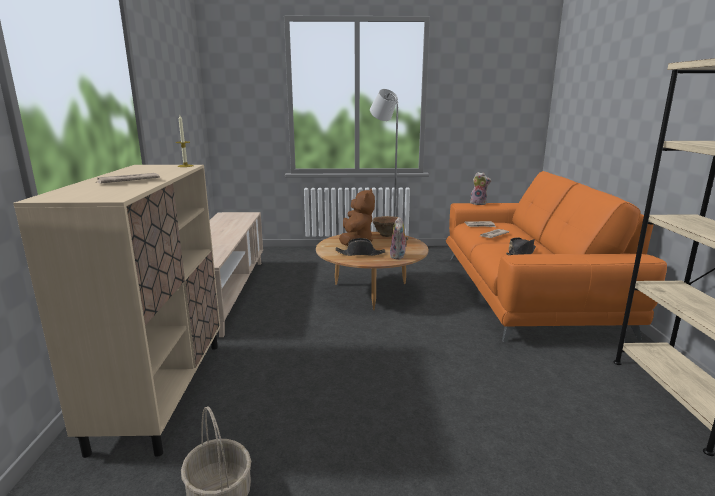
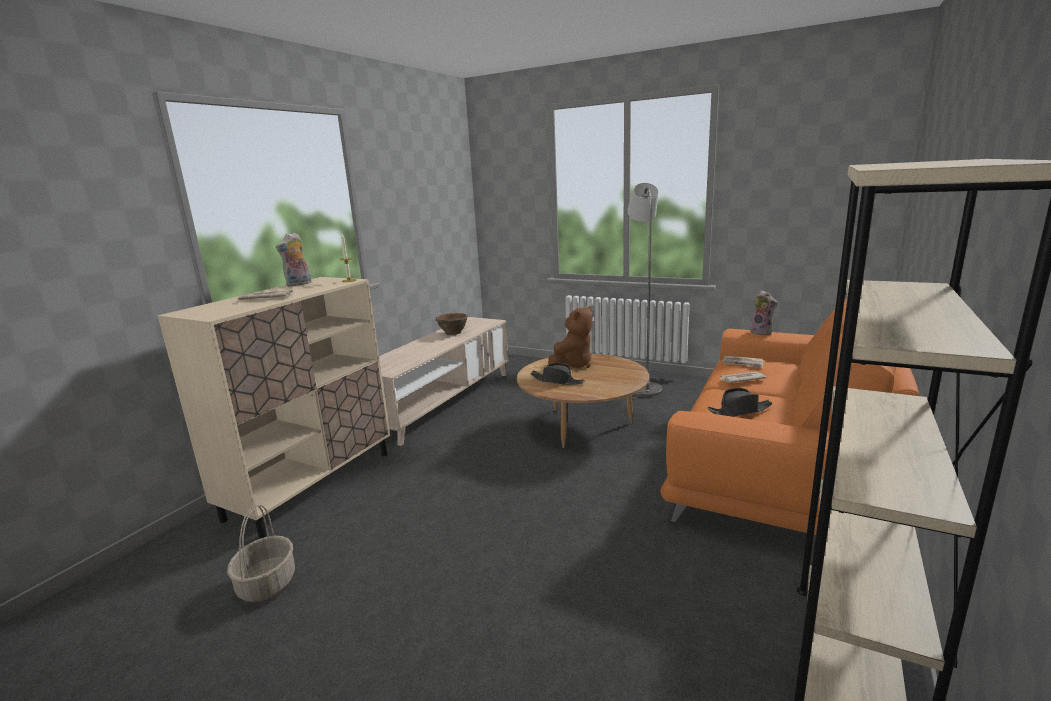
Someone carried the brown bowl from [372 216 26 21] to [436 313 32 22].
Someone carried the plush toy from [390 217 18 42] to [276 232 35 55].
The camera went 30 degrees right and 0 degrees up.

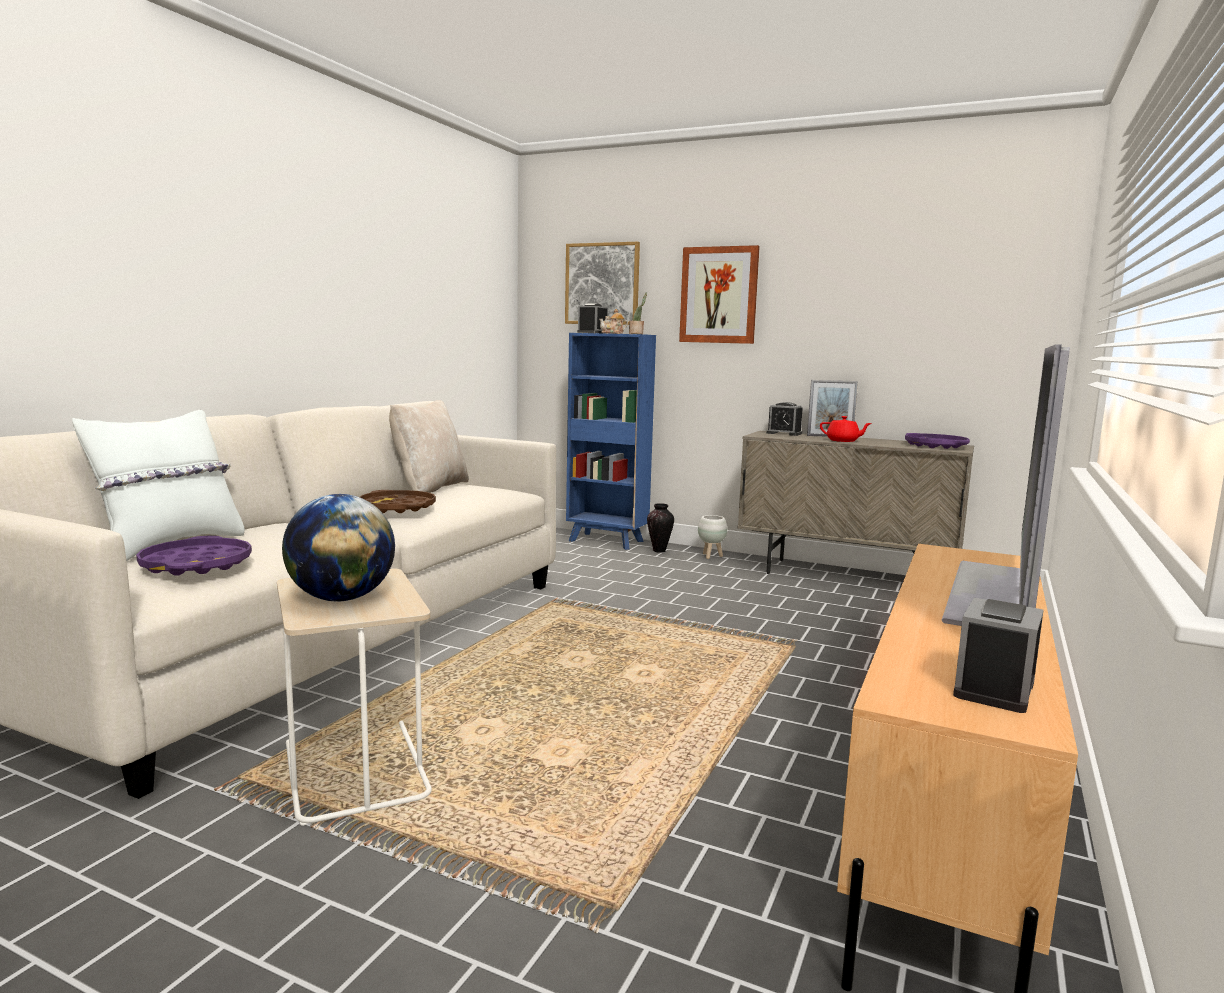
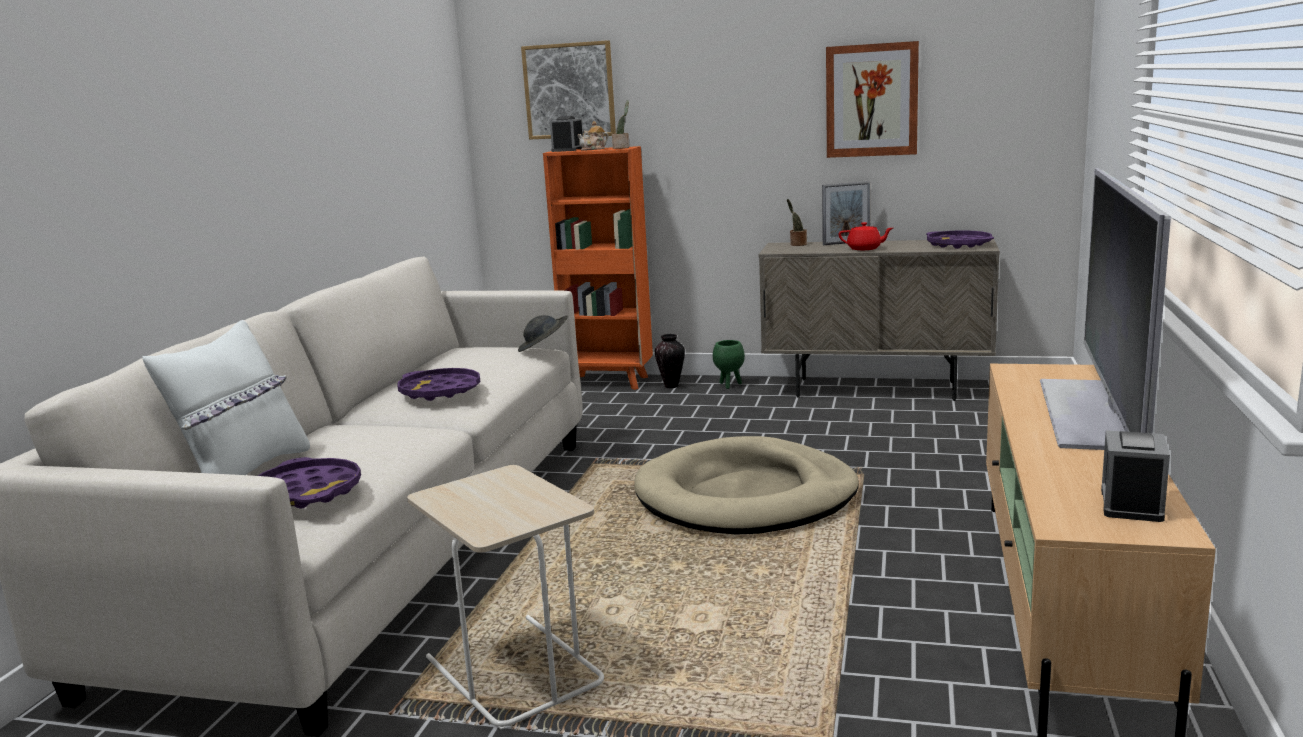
Someone carried the picture from [679 245 81 99] to [826 41 93 117].
Someone repainted the blue bookcase at [566 333 90 217], which became the orange bookcase at [543 146 110 244].
Someone took away the beige pillow at [389 400 80 93].
Someone swapped the alarm clock at [766 402 37 34] for the potted plant at [787 199 20 47].
Someone repainted the brown tray at [360 490 76 23], which became the purple tray at [397 368 84 33].
Someone took away the globe at [282 494 113 107].
Someone repainted the white planter at [698 515 29 44], which became the green planter at [713 340 32 49].
Someone put down the grey hat at [518 315 50 37].
Someone put down the beige dog bed at [634 436 225 99].
The camera went 10 degrees left and 5 degrees up.

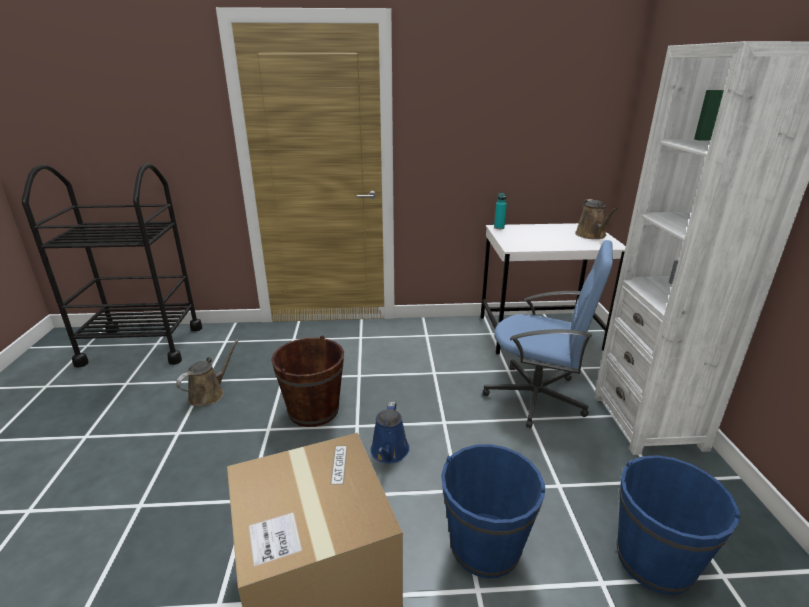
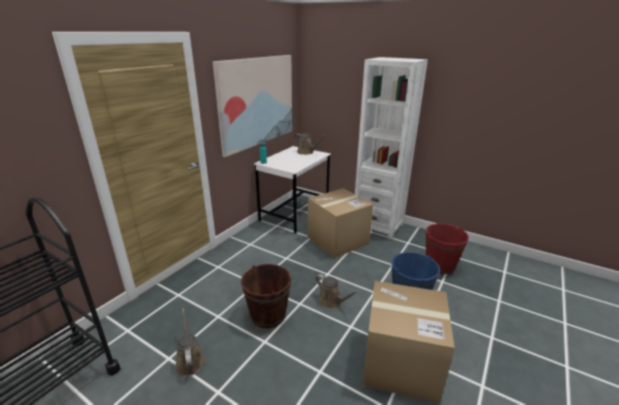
Someone swapped the blue office chair at [483 240 130 188] for the cardboard box at [308 188 65 70].
Someone repainted the blue watering can at [371 402 39 61], which became the brown watering can at [316 274 43 34].
Someone repainted the blue bucket at [617 455 124 140], which became the red bucket at [426 223 43 51].
Someone put up the picture at [213 55 79 102].
The camera went 55 degrees left and 0 degrees up.

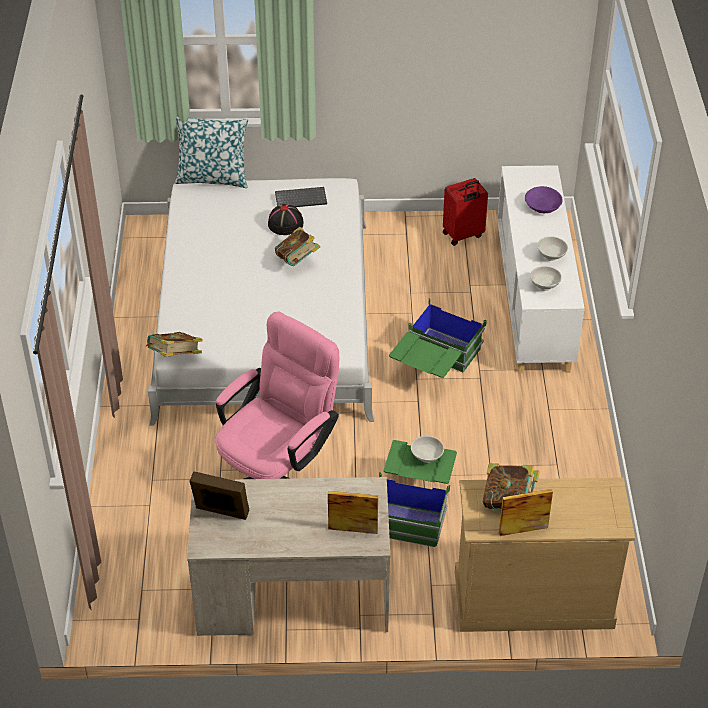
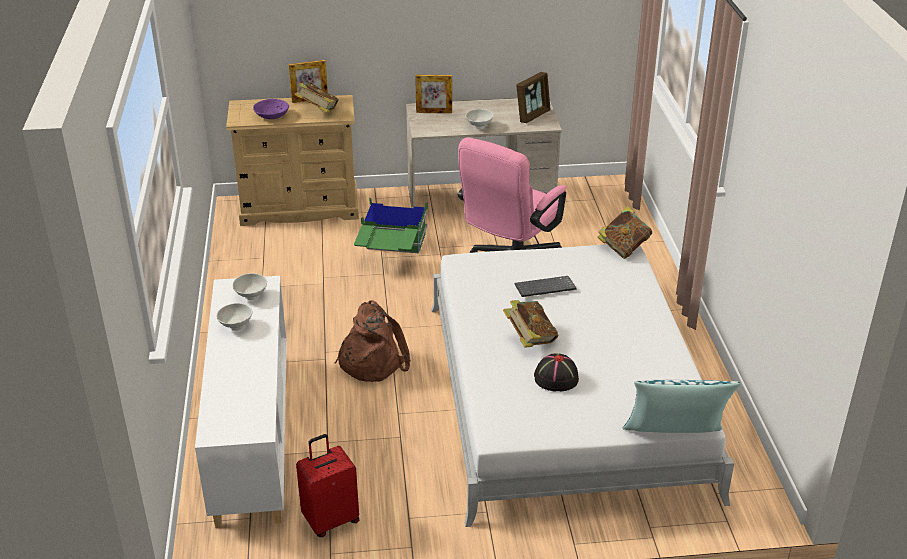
Someone carried the purple bowl from [525 186 38 27] to [253 99 36 20].
Someone carried the keyboard from [275 187 52 20] to [515 276 62 21].
Someone swapped the green storage box at [389 298 98 80] for the brown backpack at [335 300 76 82].
Someone carried the white bowl from [411 436 33 27] to [466 109 28 20].
Someone rotated the picture frame at [189 472 60 48] by 60 degrees counterclockwise.
The camera went 175 degrees right and 10 degrees down.

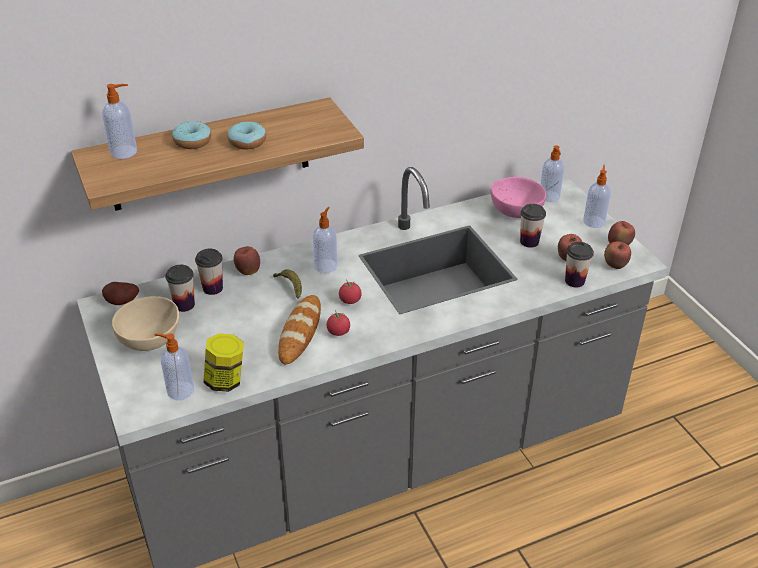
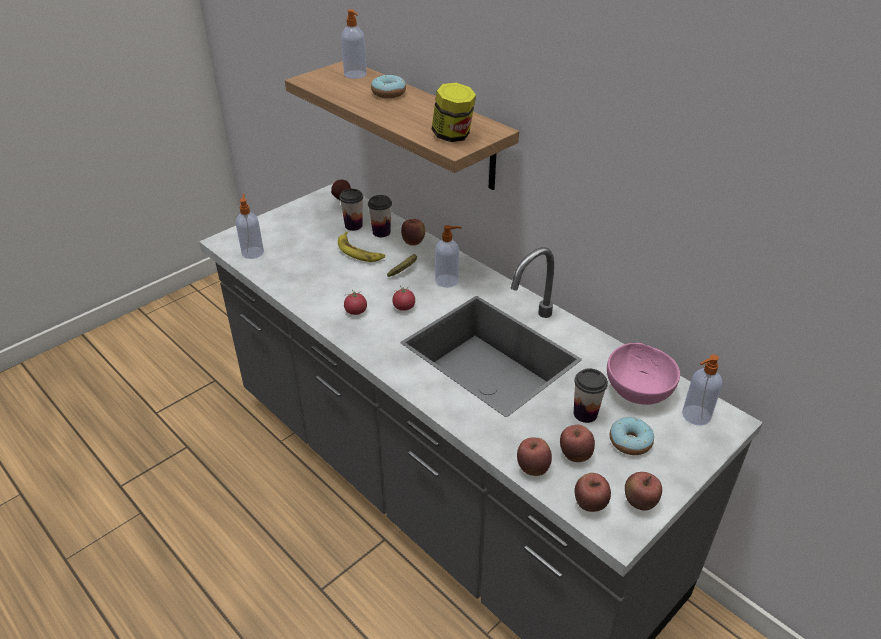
Someone carried the donut from [228 121 38 29] to [610 417 44 38].
Someone took away the soap dispenser at [583 165 28 63].
Someone swapped the cup at [565 242 29 46] for the apple at [517 437 35 39].
Someone took away the bread at [278 295 43 69].
Someone took away the beige bowl at [112 296 67 55].
Someone carried the jar from [203 333 41 59] to [431 83 45 59].
Someone put down the banana at [338 232 47 30].
The camera went 70 degrees right and 0 degrees up.

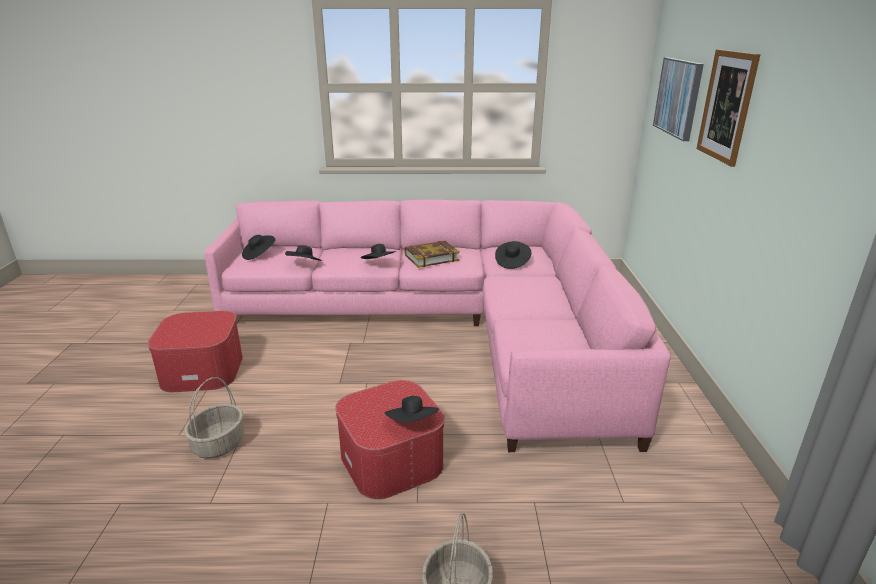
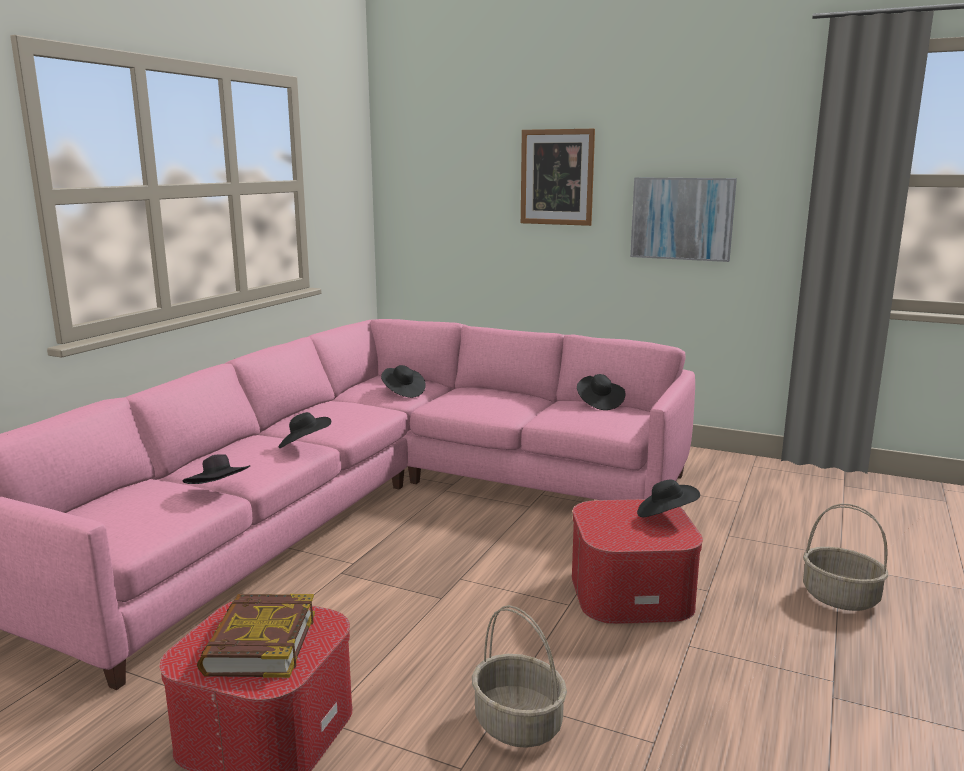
Someone carried the picture from [653 57 51 84] to [630 177 107 85].
Someone carried the black hat from [242 235 34 25] to [577 374 49 36].
Someone carried the book from [404 241 56 27] to [197 594 118 84].
The camera went 65 degrees left and 10 degrees down.

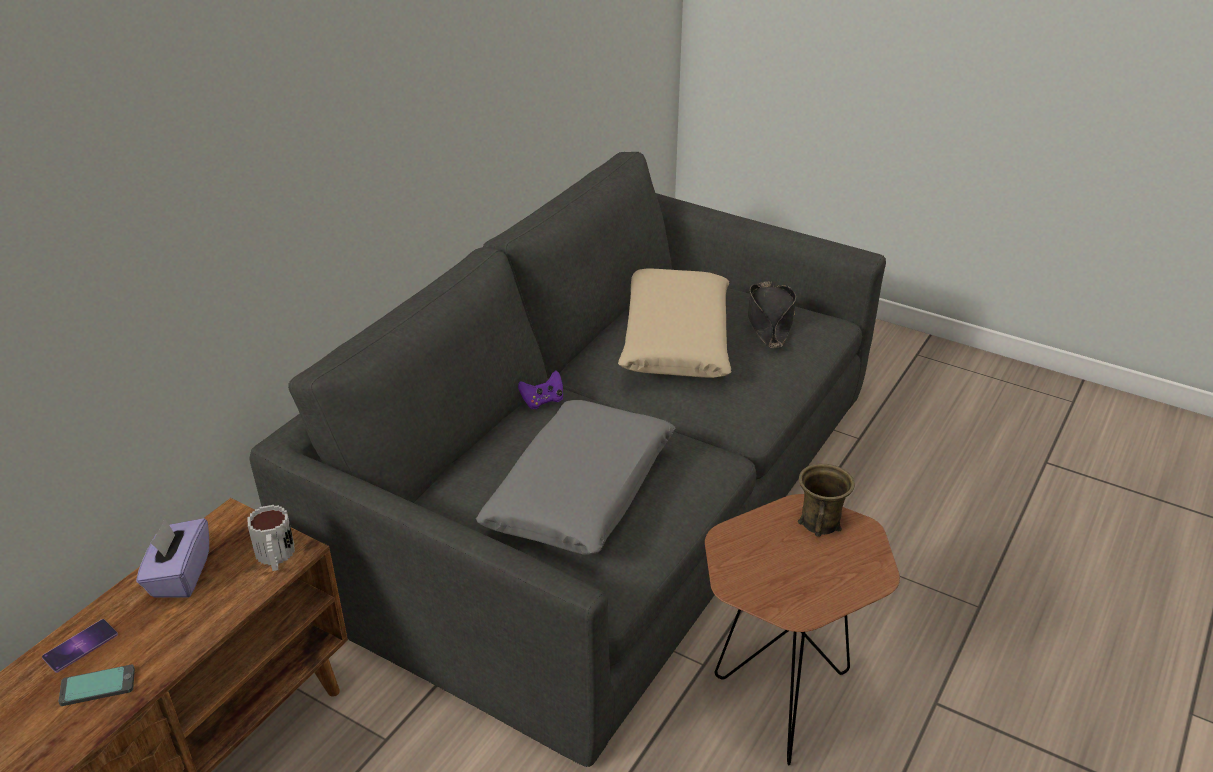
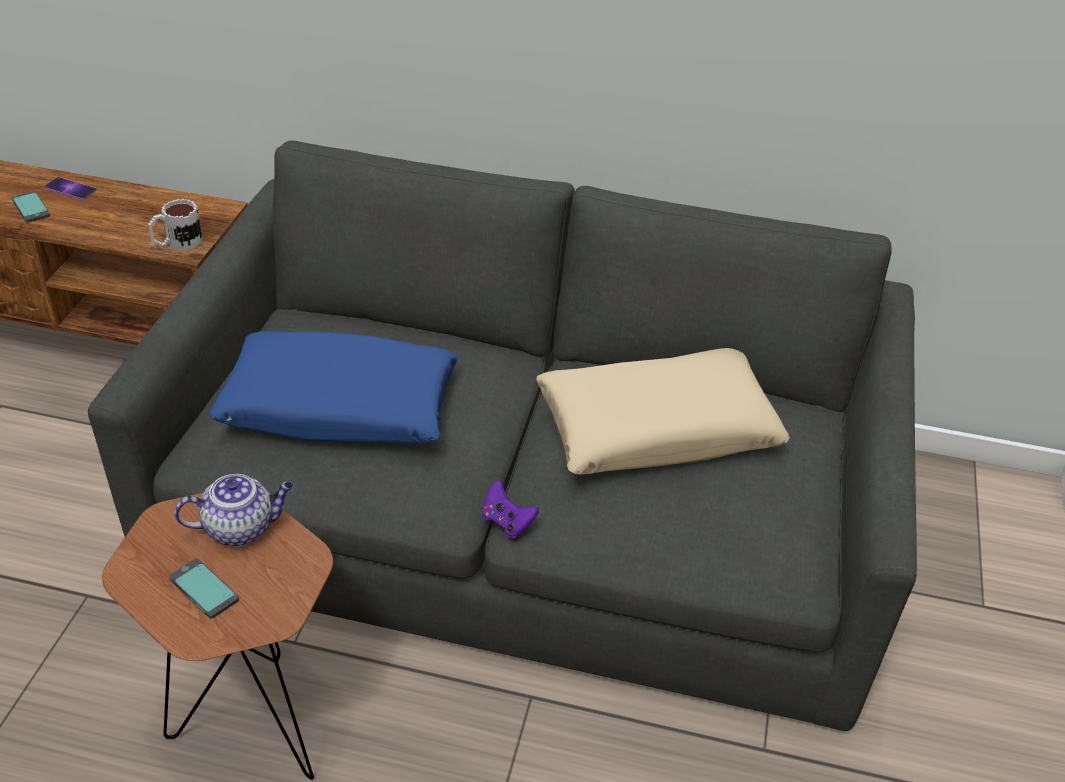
Someone took away the black hat at [748 281 48 67].
Someone carried the purple game controller from [518 371 45 38] to [482 480 57 58].
Someone repainted the grey pillow at [476 400 200 155], which became the blue pillow at [209 331 249 113].
Someone took away the brown mug at [798 464 57 73].
Someone took away the purple tissue box at [136 518 73 80].
Someone put down the teapot at [174 474 119 72].
Someone put down the phone at [169 558 70 61].
The camera went 70 degrees right and 5 degrees up.

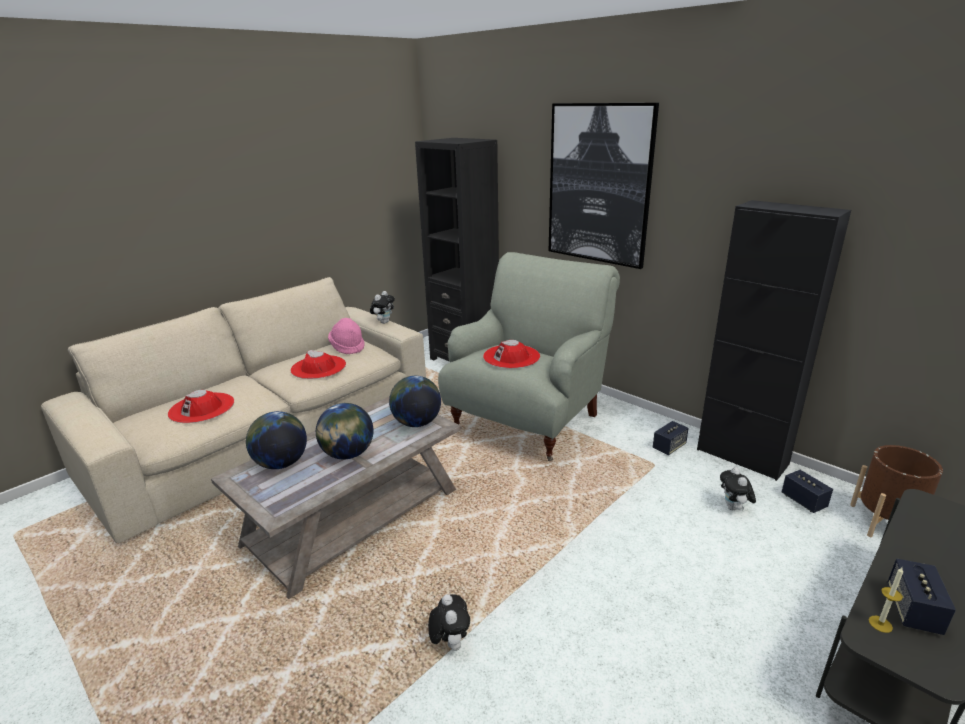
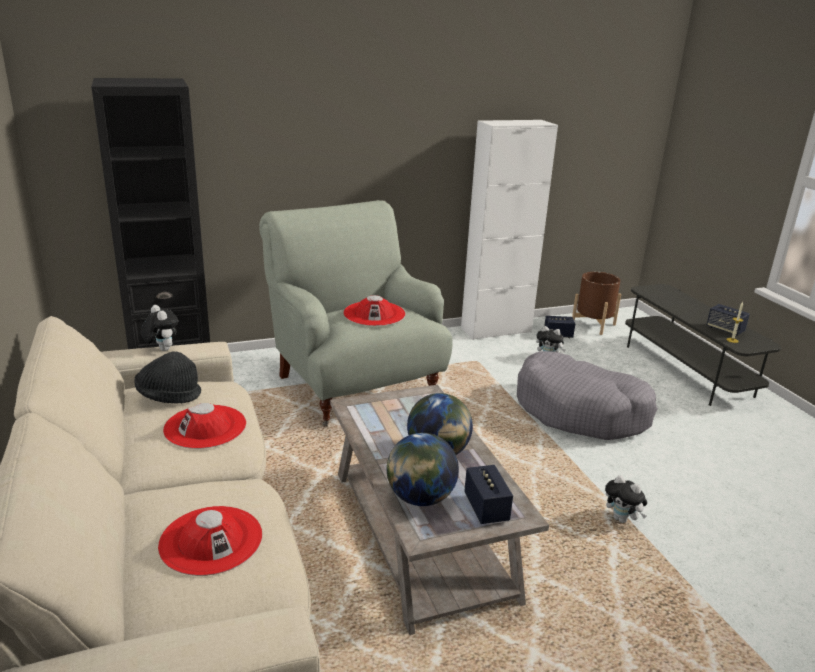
Someone took away the picture at [549 103 110 166].
Someone repainted the black cabinet at [697 200 154 281], which became the white cabinet at [461 120 97 220].
Someone repainted the pink hat at [328 318 37 36], which became the black hat at [134 351 67 52].
Someone took away the globe at [389 376 52 51].
Someone carried the speaker from [653 421 36 34] to [464 465 49 59].
Someone rotated the plush toy at [428 594 42 57] by 150 degrees counterclockwise.
Someone put down the grey dog bed at [517 351 141 89].
The camera went 65 degrees left and 0 degrees up.

